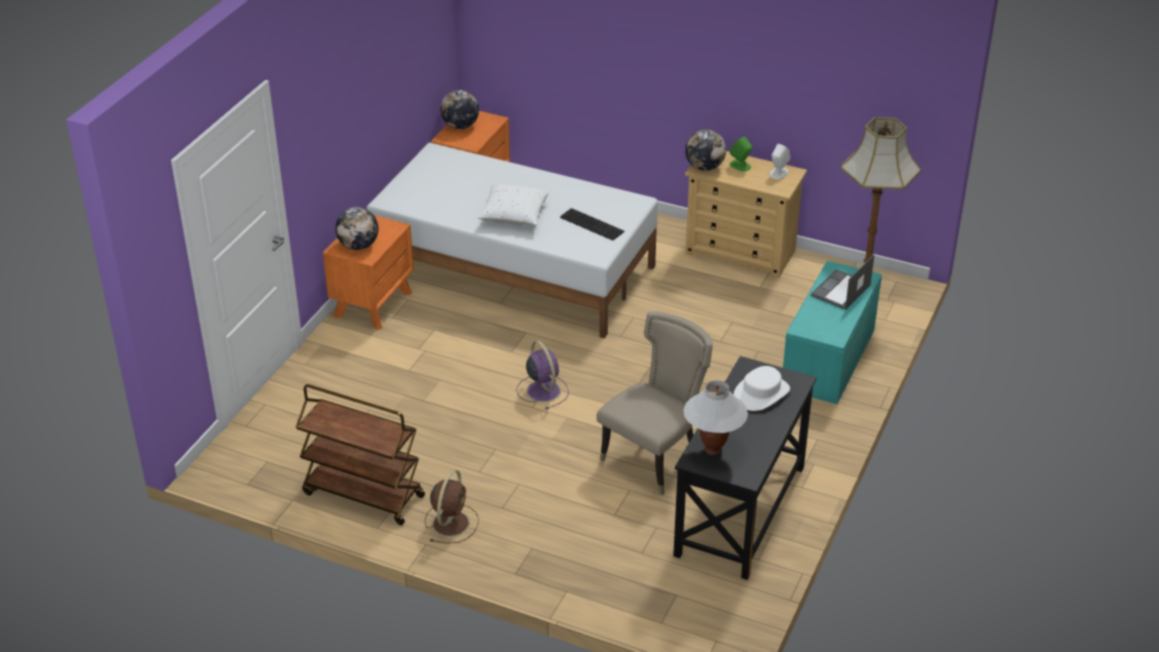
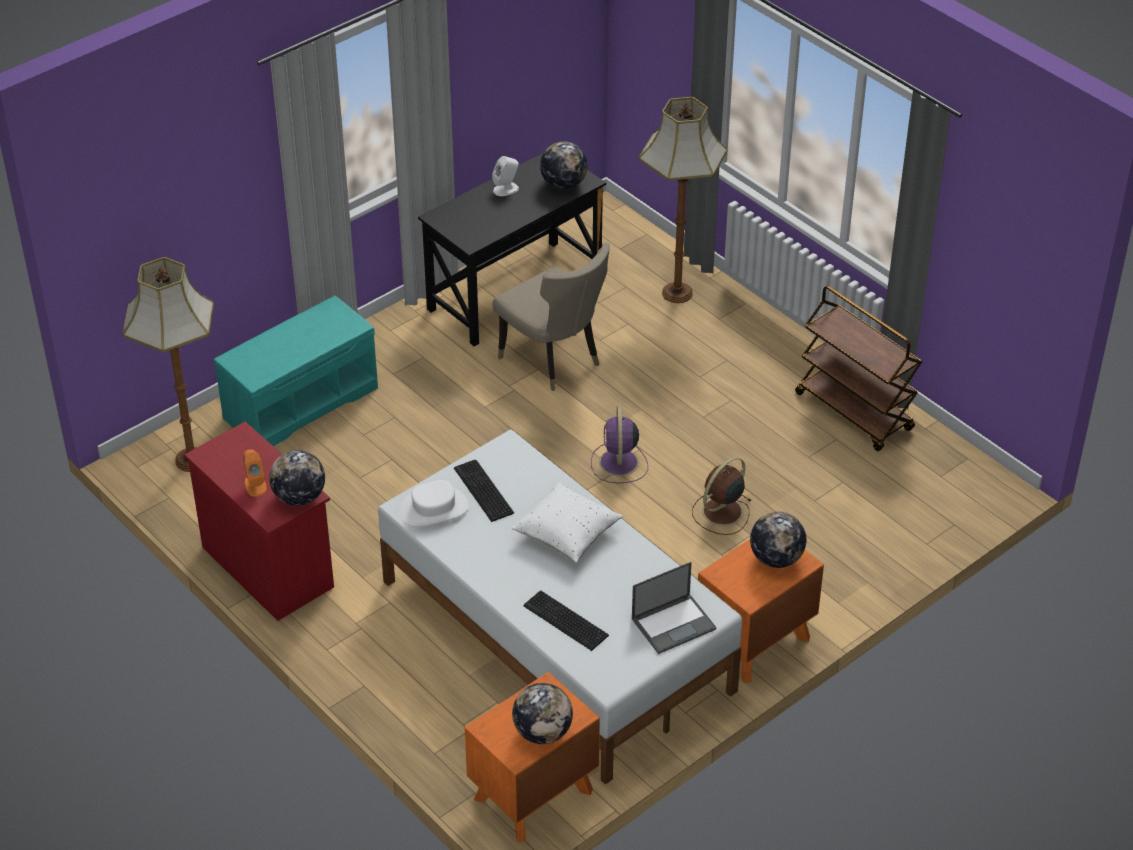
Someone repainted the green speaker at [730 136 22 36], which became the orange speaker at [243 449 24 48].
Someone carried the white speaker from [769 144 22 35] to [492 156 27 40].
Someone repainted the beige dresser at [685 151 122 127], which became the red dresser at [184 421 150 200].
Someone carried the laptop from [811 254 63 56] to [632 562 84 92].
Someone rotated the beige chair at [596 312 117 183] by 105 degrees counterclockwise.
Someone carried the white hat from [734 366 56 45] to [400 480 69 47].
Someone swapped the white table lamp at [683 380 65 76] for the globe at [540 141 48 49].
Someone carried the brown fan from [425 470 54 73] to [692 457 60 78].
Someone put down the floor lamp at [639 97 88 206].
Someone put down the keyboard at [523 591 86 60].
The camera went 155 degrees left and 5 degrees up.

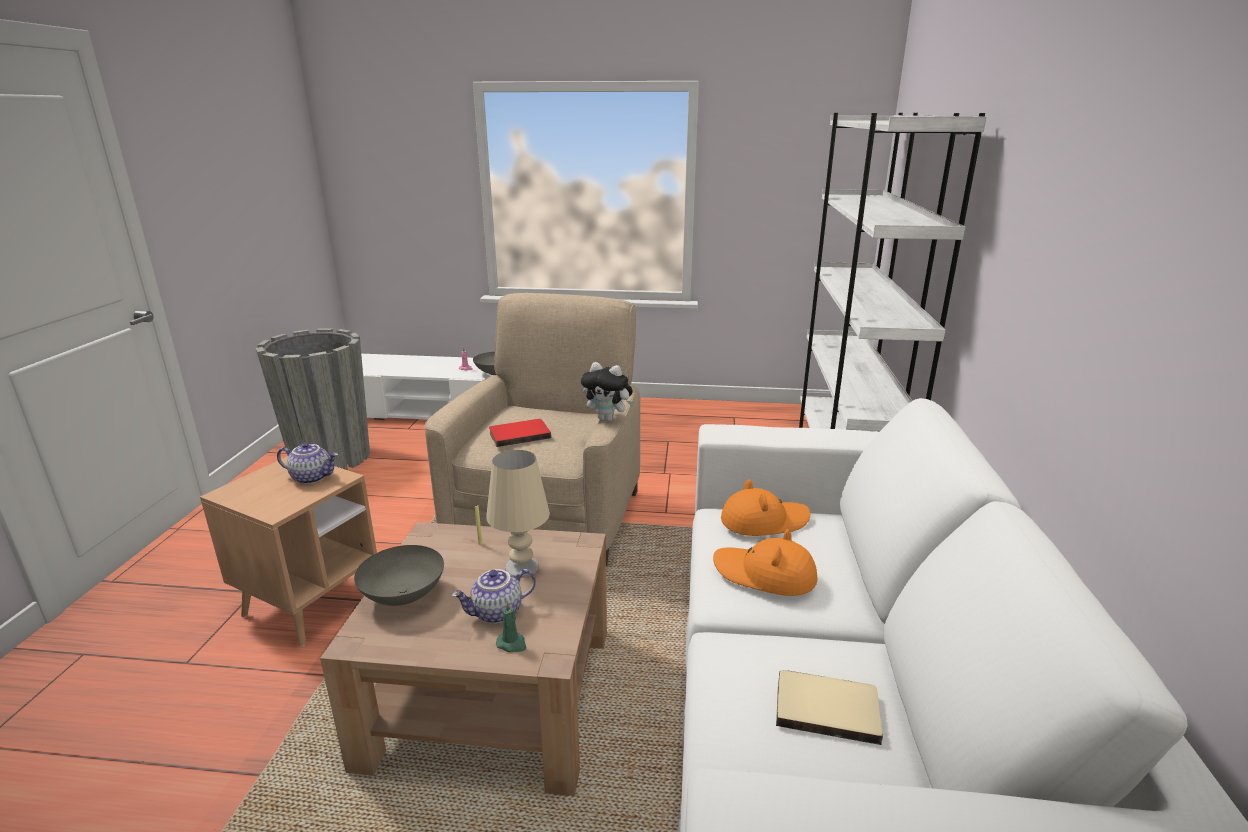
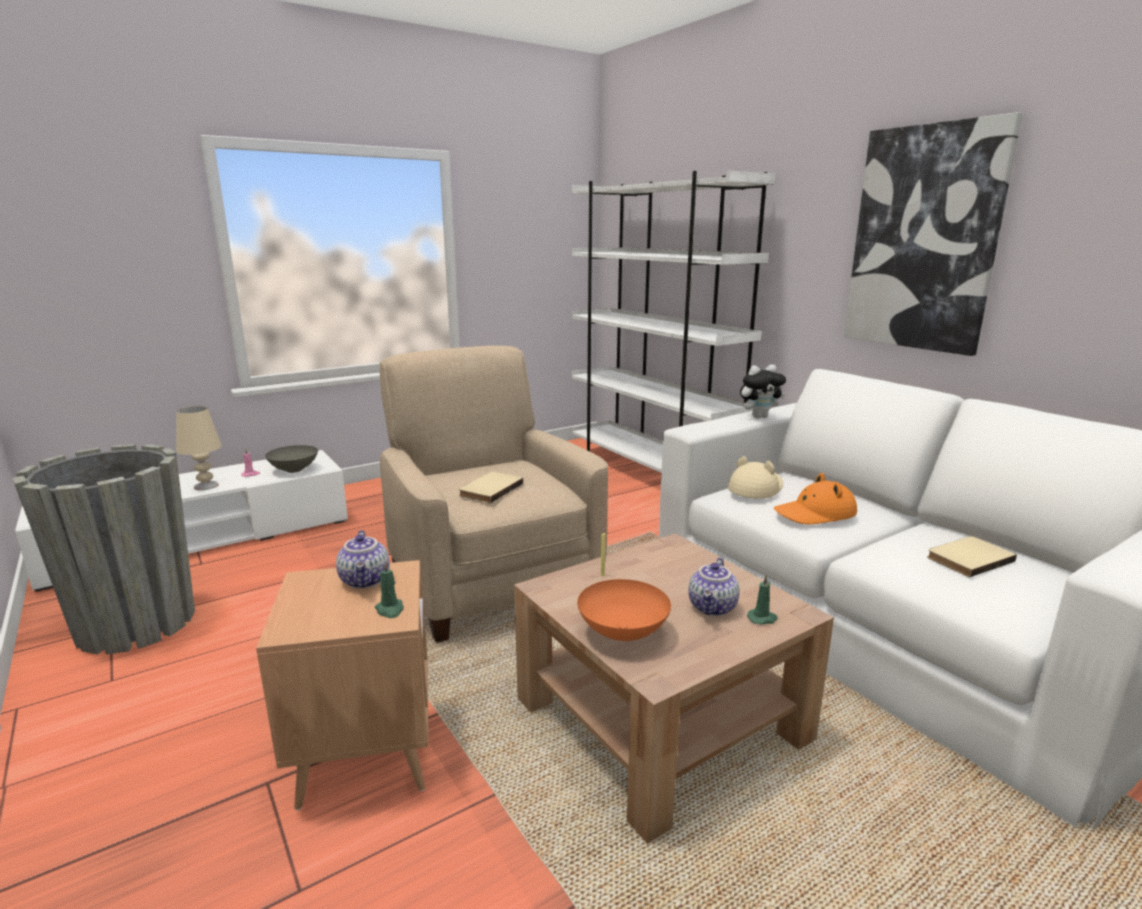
Someone carried the plush toy from [581 362 53 59] to [740 364 46 54].
Someone repainted the red book at [489 419 62 28], which became the beige book at [459 472 64 31].
Someone rotated the teapot at [277 442 61 42] by 105 degrees clockwise.
Someone carried the beige table lamp from [486 450 64 128] to [176 406 46 84].
Someone repainted the orange hat at [721 479 89 57], which became the beige hat at [728 456 55 43].
Someone repainted the grey bowl at [354 545 90 61], which became the orange bowl at [577 579 94 62].
Someone put up the picture at [844 112 179 244].
Someone put down the green candle at [375 561 29 57].
The camera went 40 degrees left and 5 degrees down.

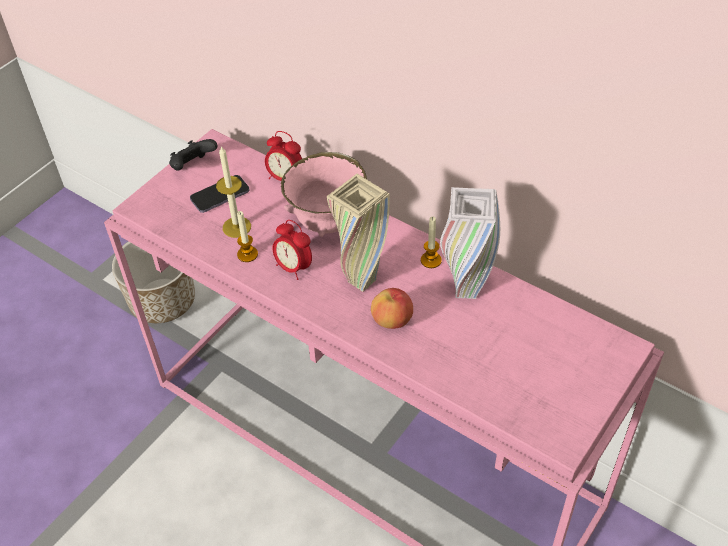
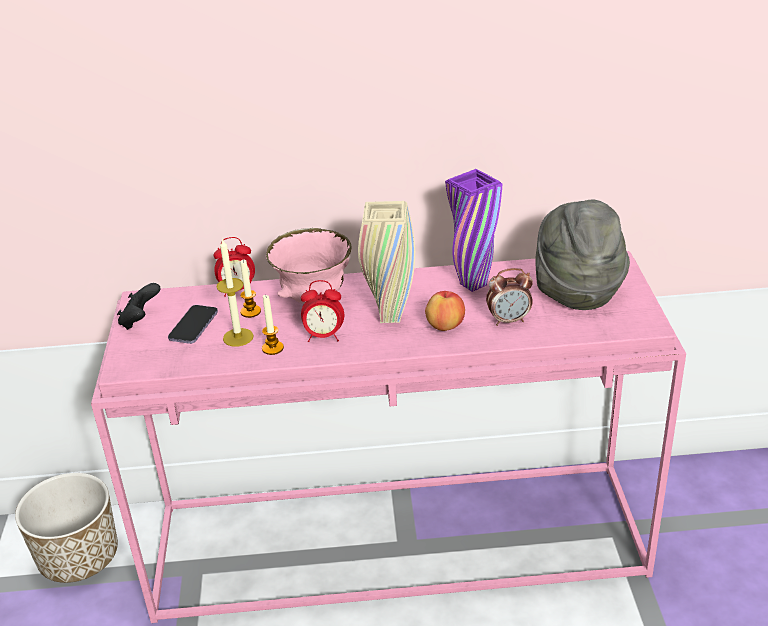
Someone repainted the white vase at [440 187 60 112], which became the purple vase at [445 169 57 123].
Someone carried the candle from [421 216 21 52] to [240 260 21 58].
Someone put down the grey hat at [536 199 94 111].
Someone put down the alarm clock at [486 268 47 58].
The camera went 40 degrees left and 15 degrees down.

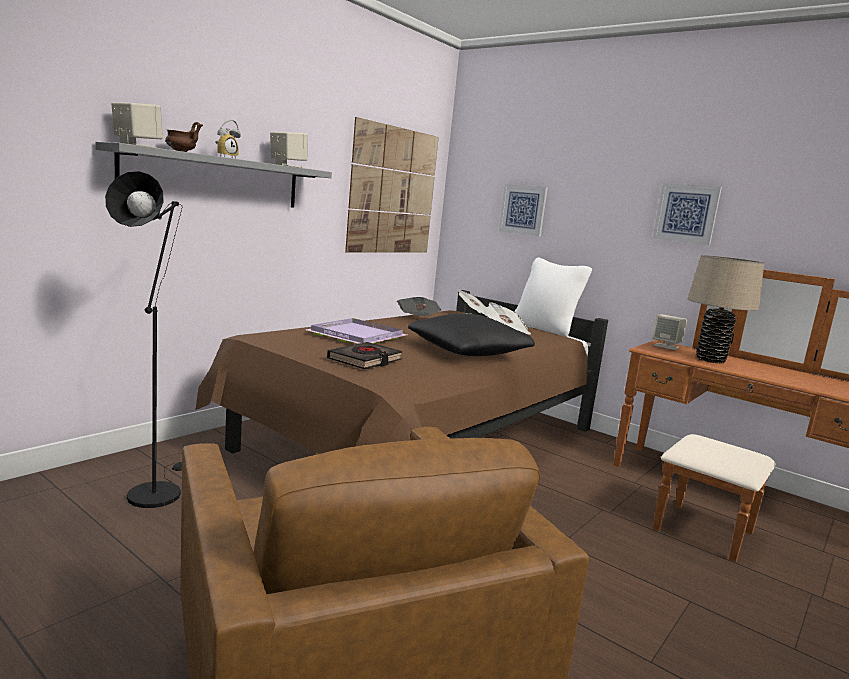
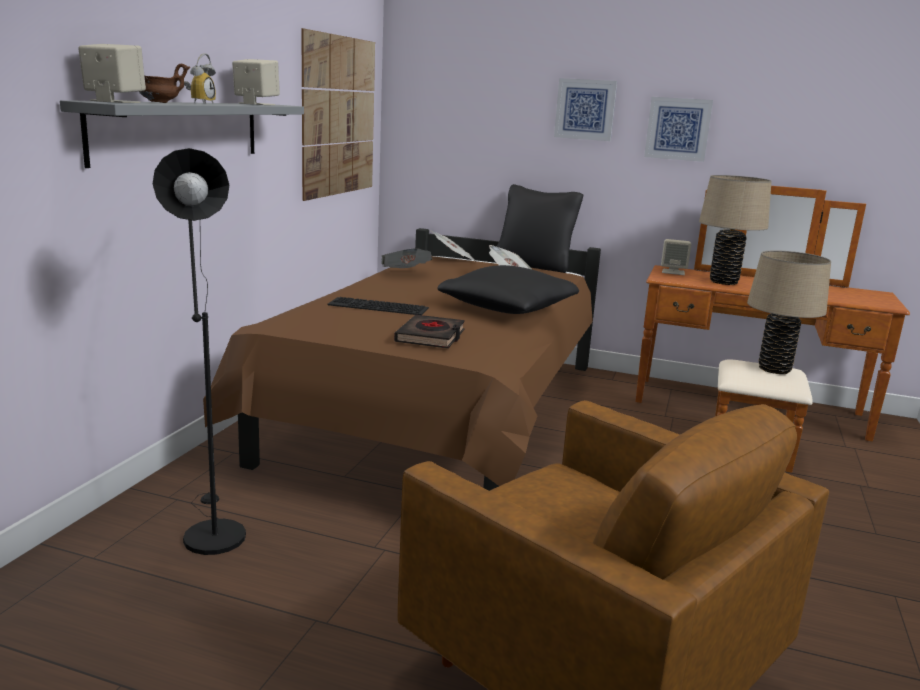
Someone carried the picture from [499 184 49 52] to [554 78 63 63].
Someone repainted the white pillow at [514 257 78 80], which became the black pillow at [493 184 90 89].
Someone swapped the purple tray at [306 318 101 26] for the keyboard at [327 297 102 18].
Someone put down the beige table lamp at [747 250 84 124].
The camera went 20 degrees left and 5 degrees up.

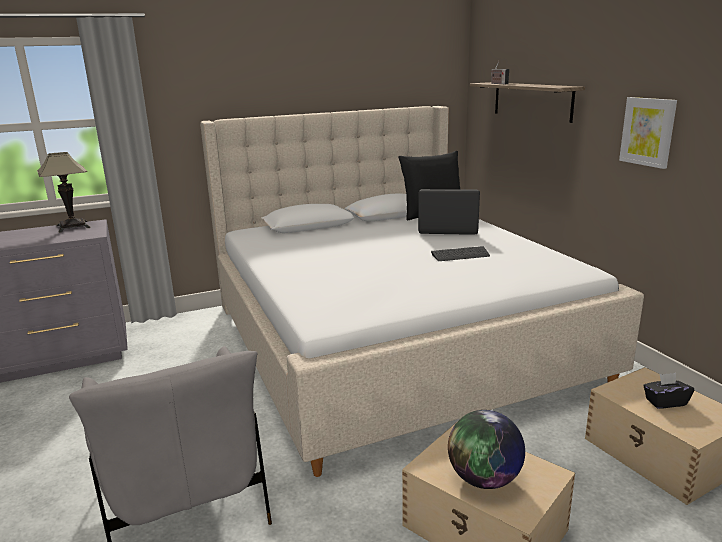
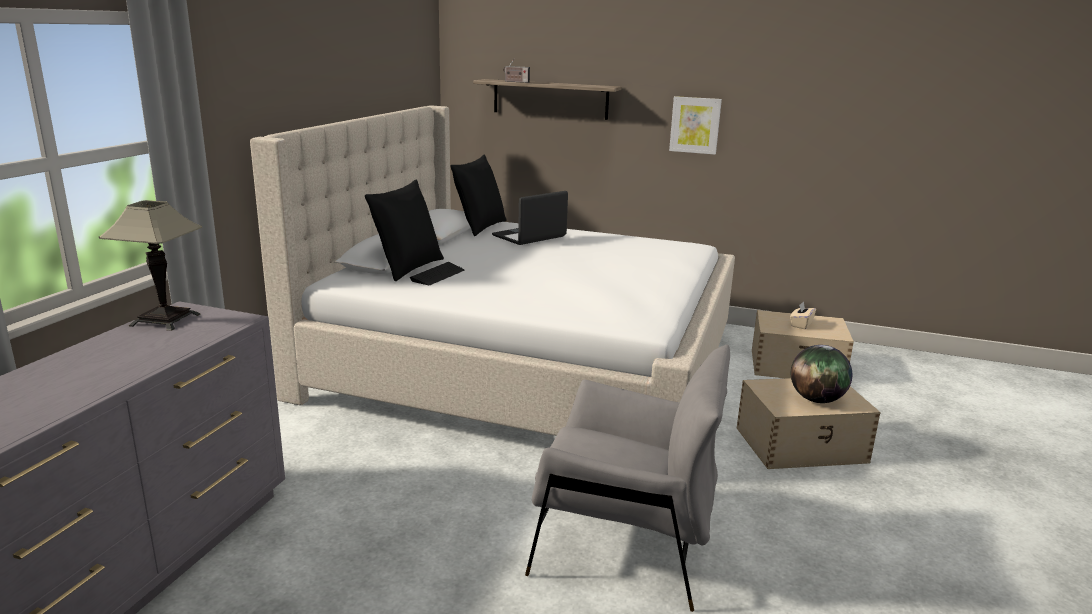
Someone carried the keyboard from [431 246 59 15] to [409 262 56 23].
Someone repainted the black tissue box at [643 373 51 36], which became the beige tissue box at [790 301 26 28].
Someone put down the black pillow at [365 180 79 101].
The camera went 50 degrees left and 0 degrees up.

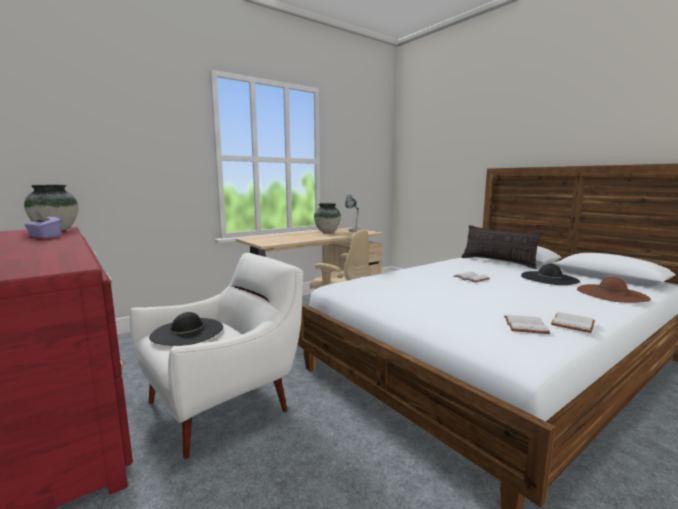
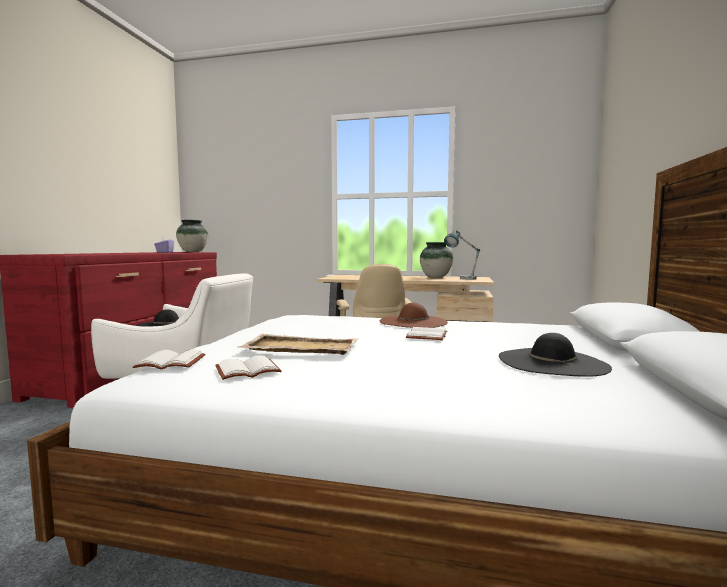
Someone took away the pillow at [461 225 83 44].
Someone carried the brown hat from [577 277 74 26] to [380 302 68 26].
Someone carried the white book from [551 312 44 21] to [133 350 72 19].
Someone put down the beige tray at [238 334 120 21].
The camera went 50 degrees right and 5 degrees down.

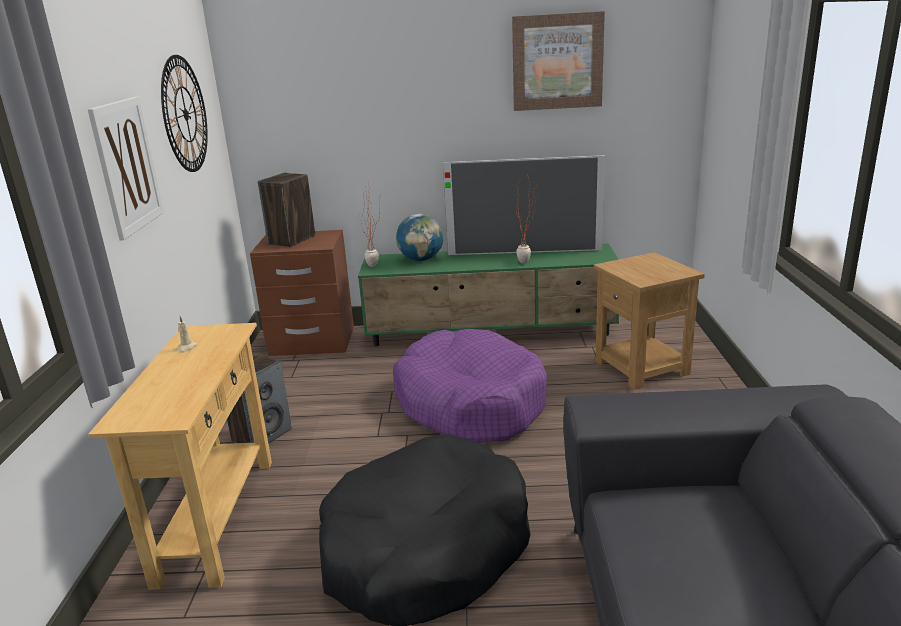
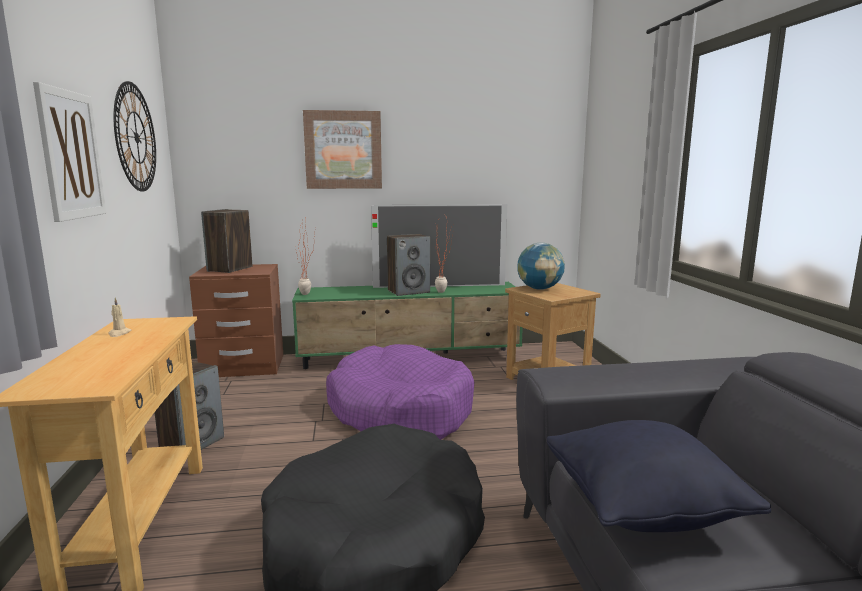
Someone carried the picture from [512 11 93 100] to [303 110 79 79].
Someone carried the globe from [396 213 47 48] to [517 243 48 47].
Someone put down the speaker at [387 234 43 62].
Someone put down the black pillow at [546 420 225 112].
The camera went 10 degrees left and 10 degrees down.

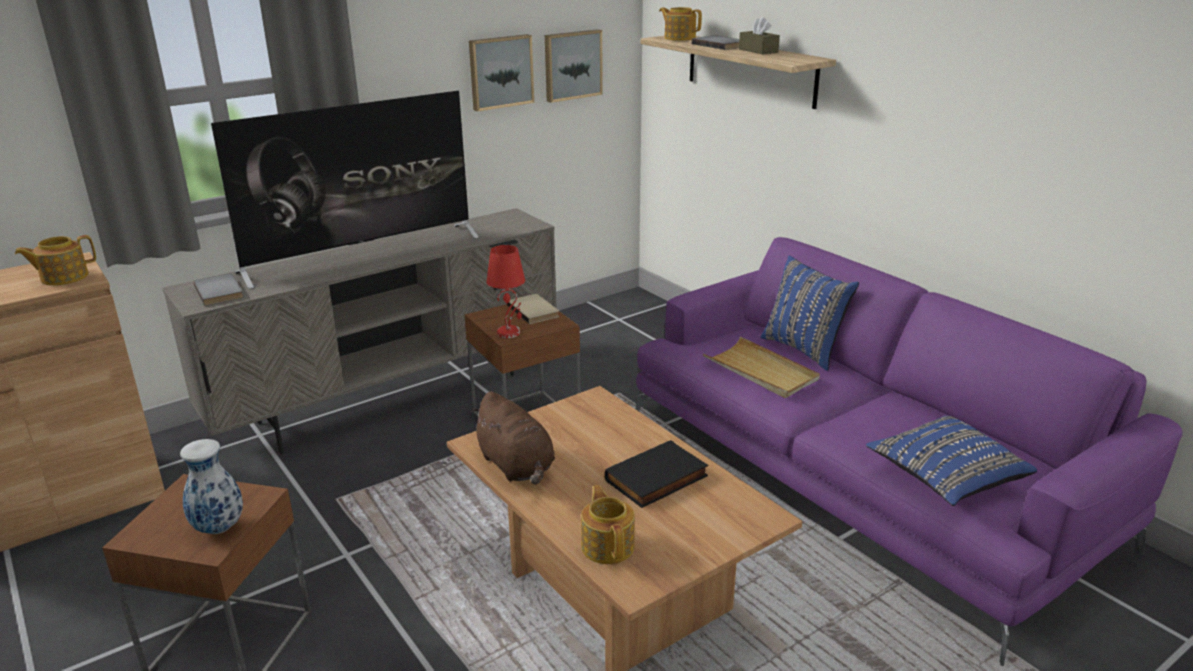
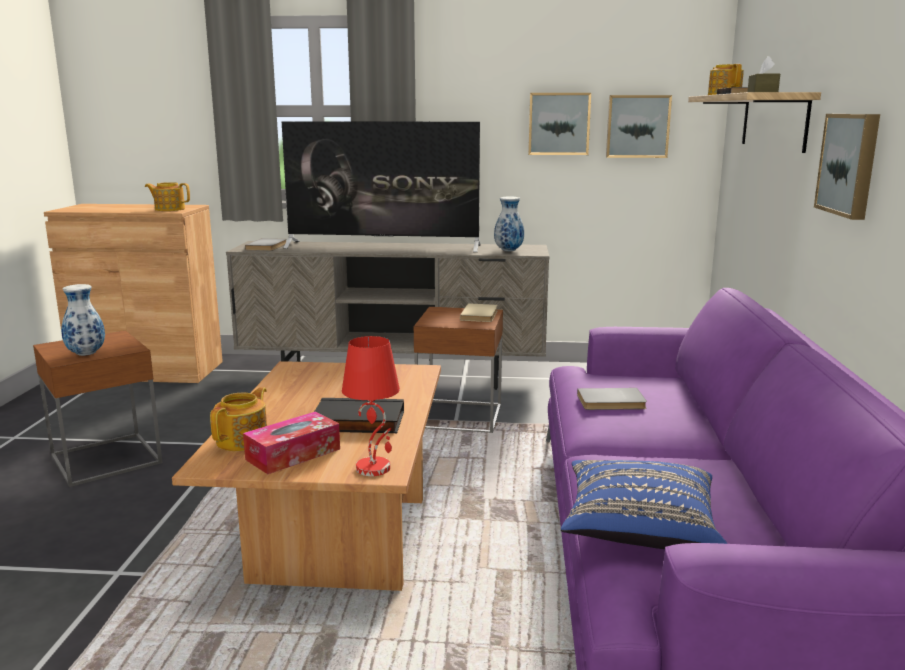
Someone carried the red table lamp from [487 245 38 93] to [342 336 58 140].
Someone took away the blue pillow at [761 256 98 115].
Someone swapped the beige tray at [703 336 117 62] for the grey book at [577 388 70 22].
Someone took away the brown plush toy at [470 391 85 94].
Someone put up the picture at [814 114 66 106].
Someone put down the vase at [494 197 30 54].
Someone put down the tissue box at [243 412 97 62].
The camera went 40 degrees right and 10 degrees down.

